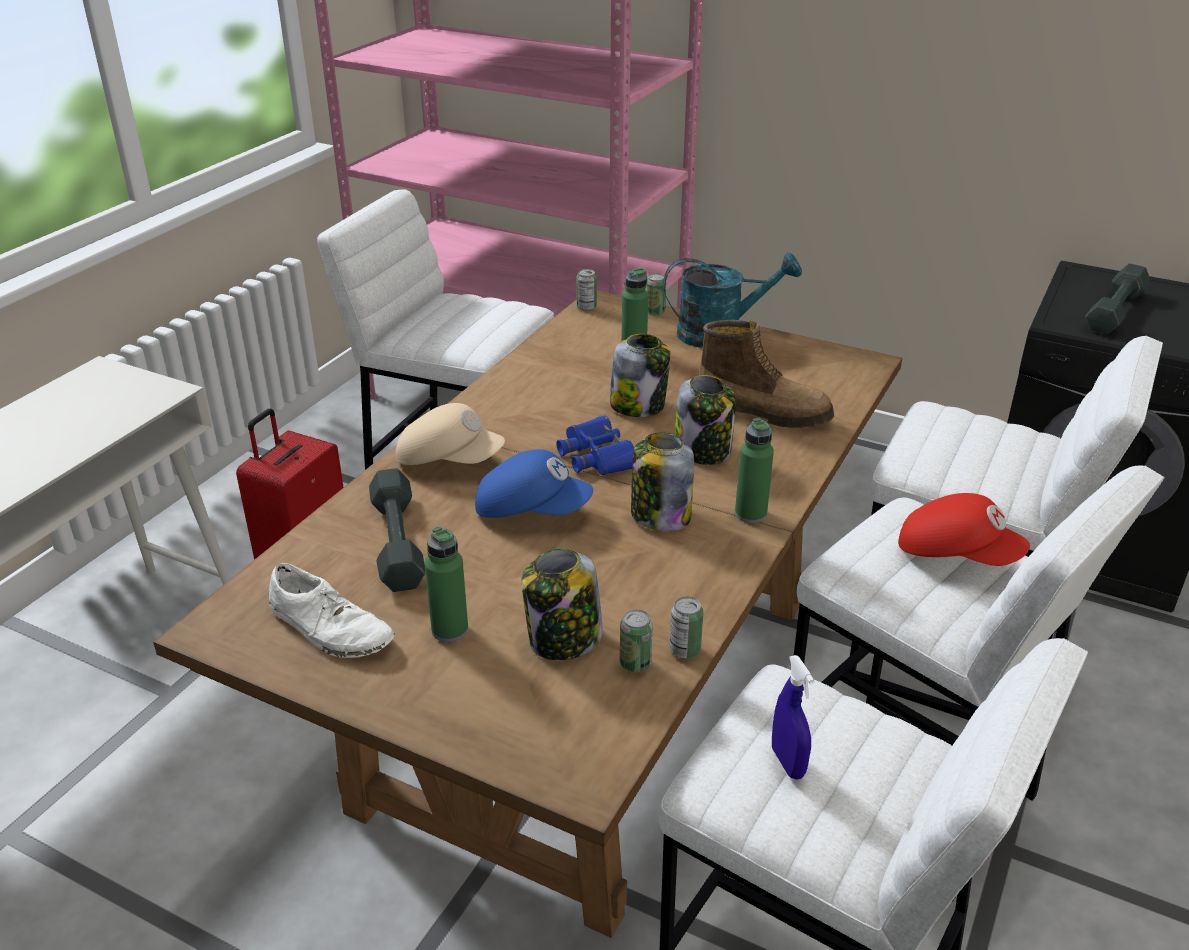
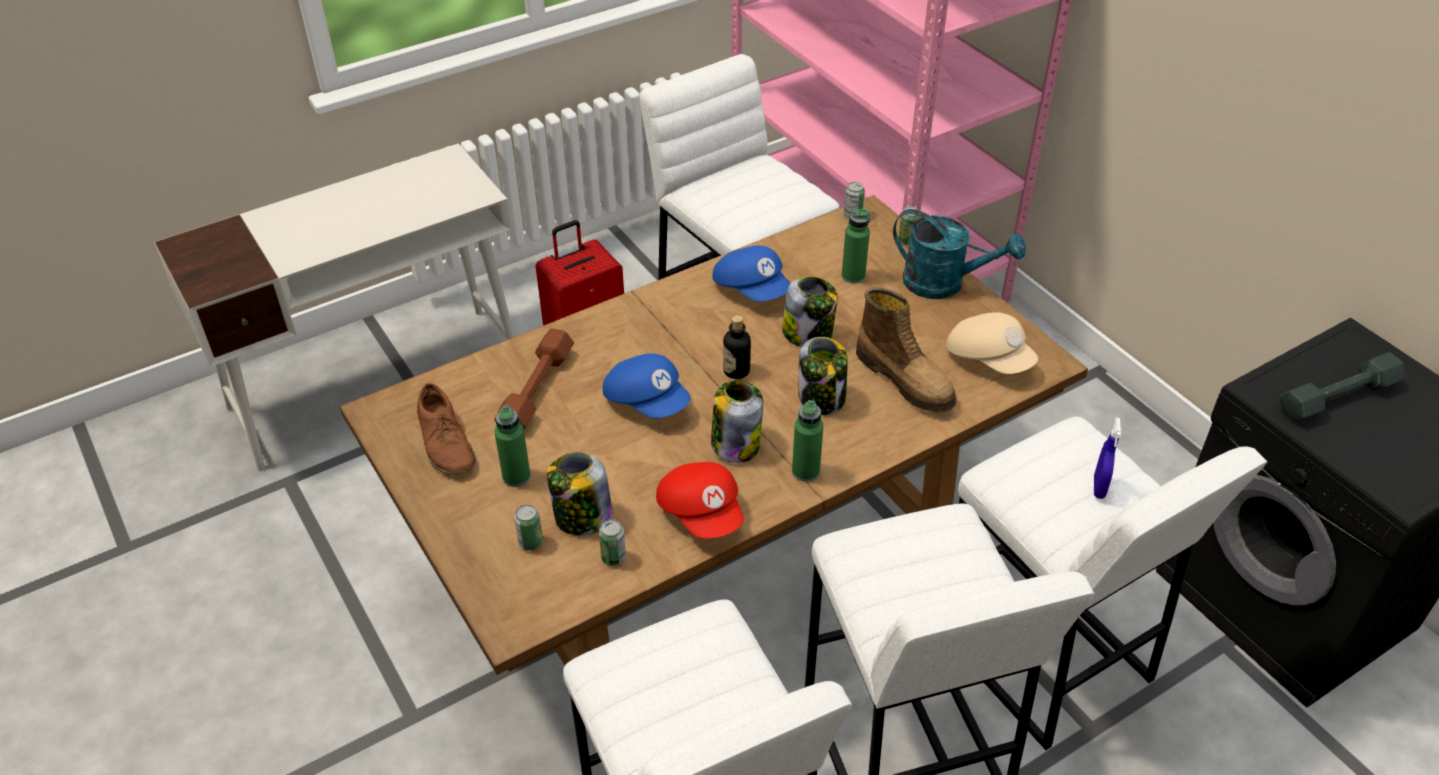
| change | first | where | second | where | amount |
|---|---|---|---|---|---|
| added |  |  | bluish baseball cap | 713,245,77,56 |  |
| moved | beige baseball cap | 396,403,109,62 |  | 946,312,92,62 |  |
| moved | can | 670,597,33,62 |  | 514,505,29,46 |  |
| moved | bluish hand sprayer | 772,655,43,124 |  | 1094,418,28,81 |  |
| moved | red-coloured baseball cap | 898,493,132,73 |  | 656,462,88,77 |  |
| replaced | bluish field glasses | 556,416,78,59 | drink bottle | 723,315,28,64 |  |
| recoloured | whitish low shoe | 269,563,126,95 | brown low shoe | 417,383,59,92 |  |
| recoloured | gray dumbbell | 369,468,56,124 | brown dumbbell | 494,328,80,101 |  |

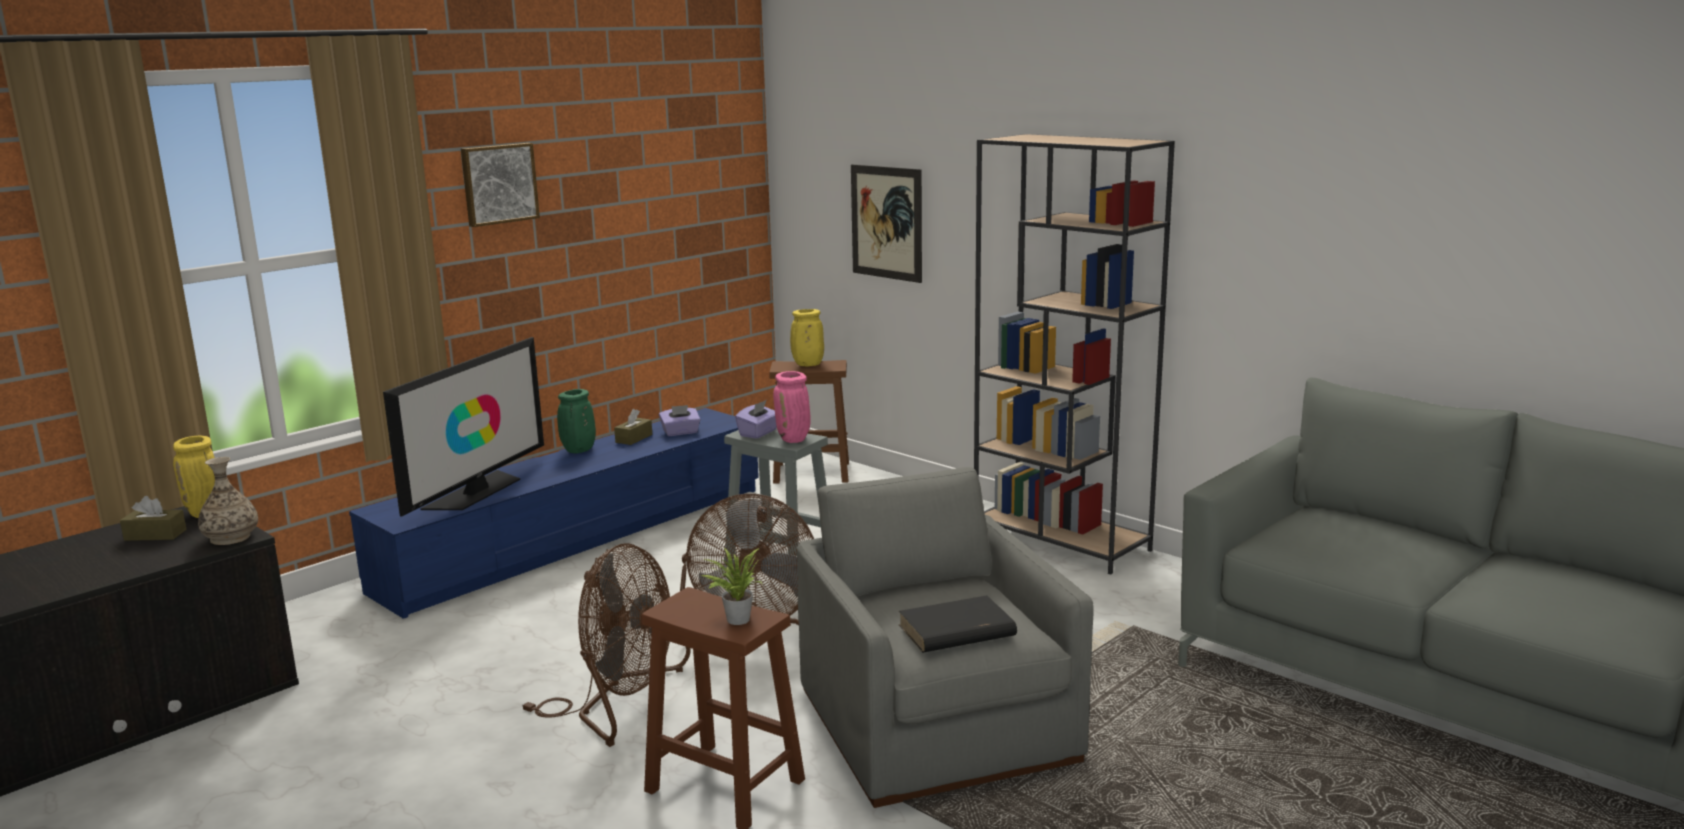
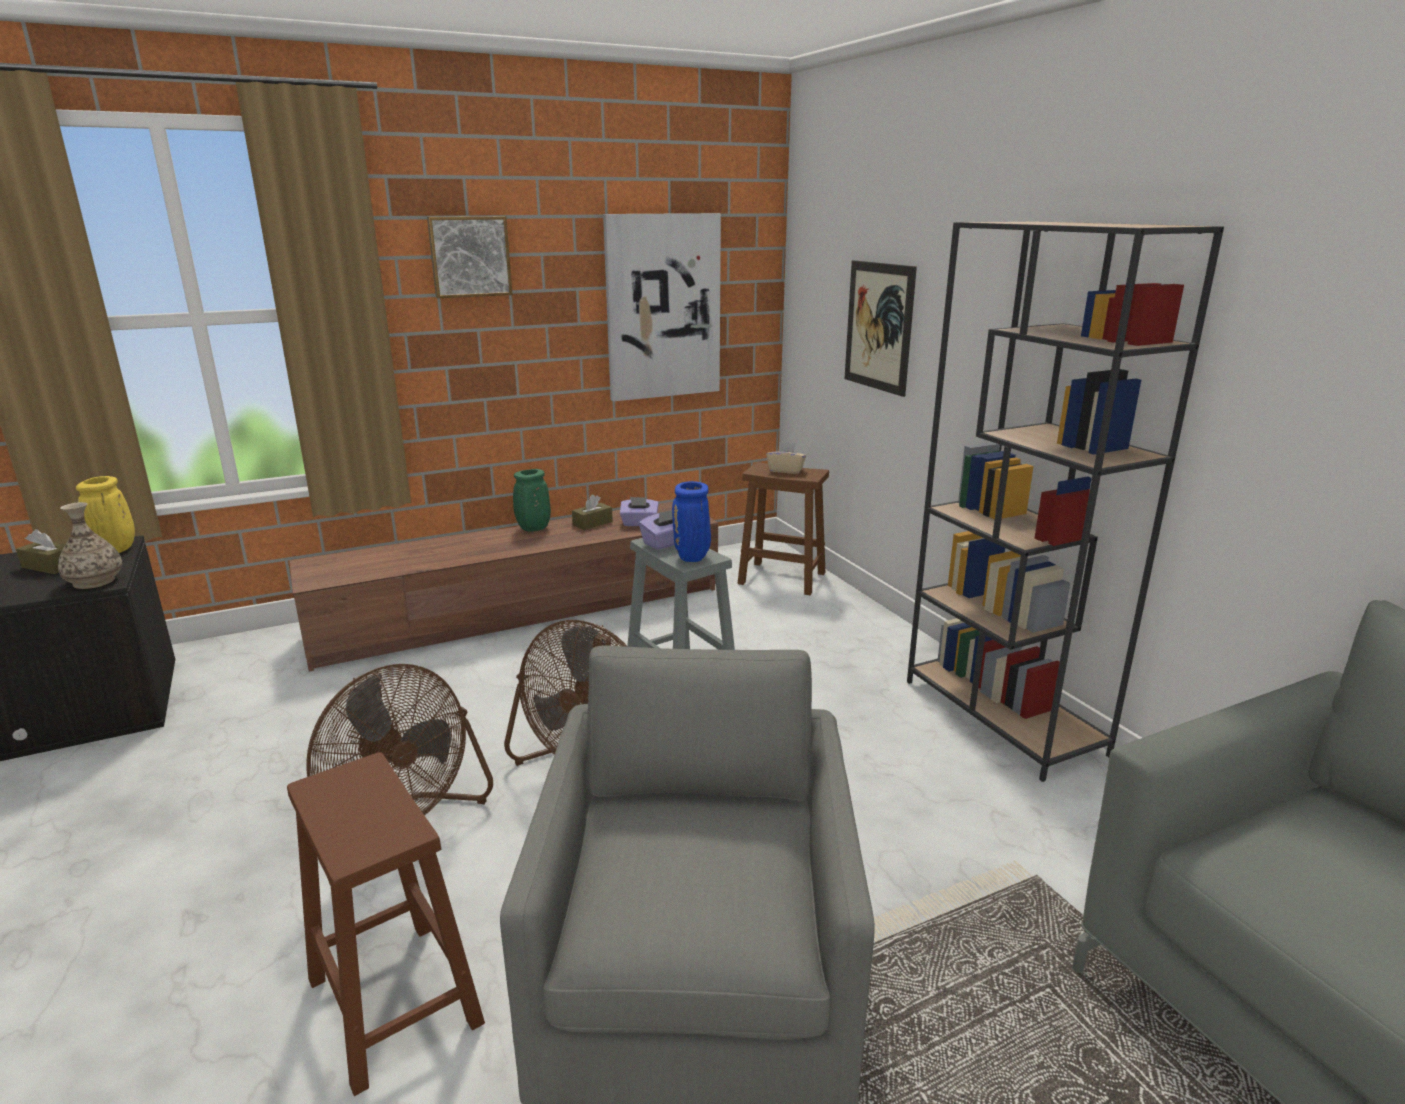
| change | first | where | second | where | amount |
|---|---|---|---|---|---|
| removed | TV | 383,337,161,180 |  |  |  |
| removed | plant in a pot | 702,548,60,77 |  |  |  |
| removed | black-coloured book | 898,595,119,58 |  |  |  |
| added |  |  | wall art | 603,213,118,188 |  |
| replaced | yellow-coloured flower vase | 790,309,34,57 | beige box of tissues | 766,441,40,33 |  |
| recoloured | bluish media console | 349,408,410,211 | brown media console | 289,502,429,170 |  |
| recoloured | pink flower vase | 773,371,38,72 | bluish flower vase | 672,481,39,81 |  |

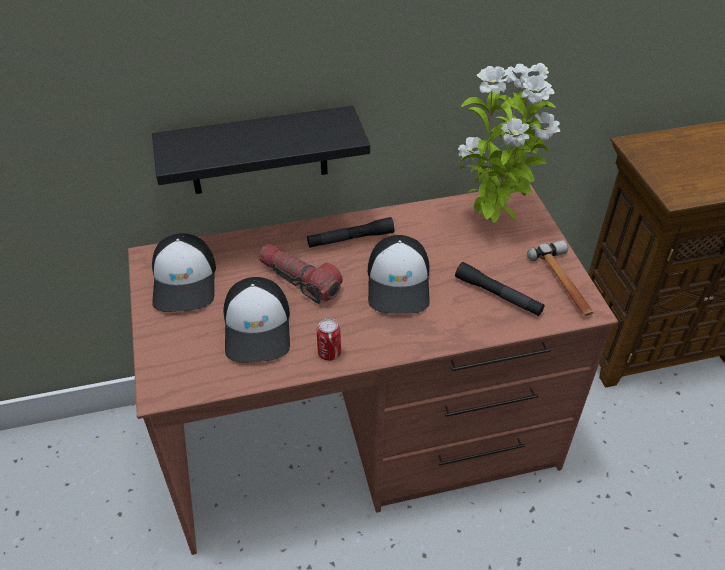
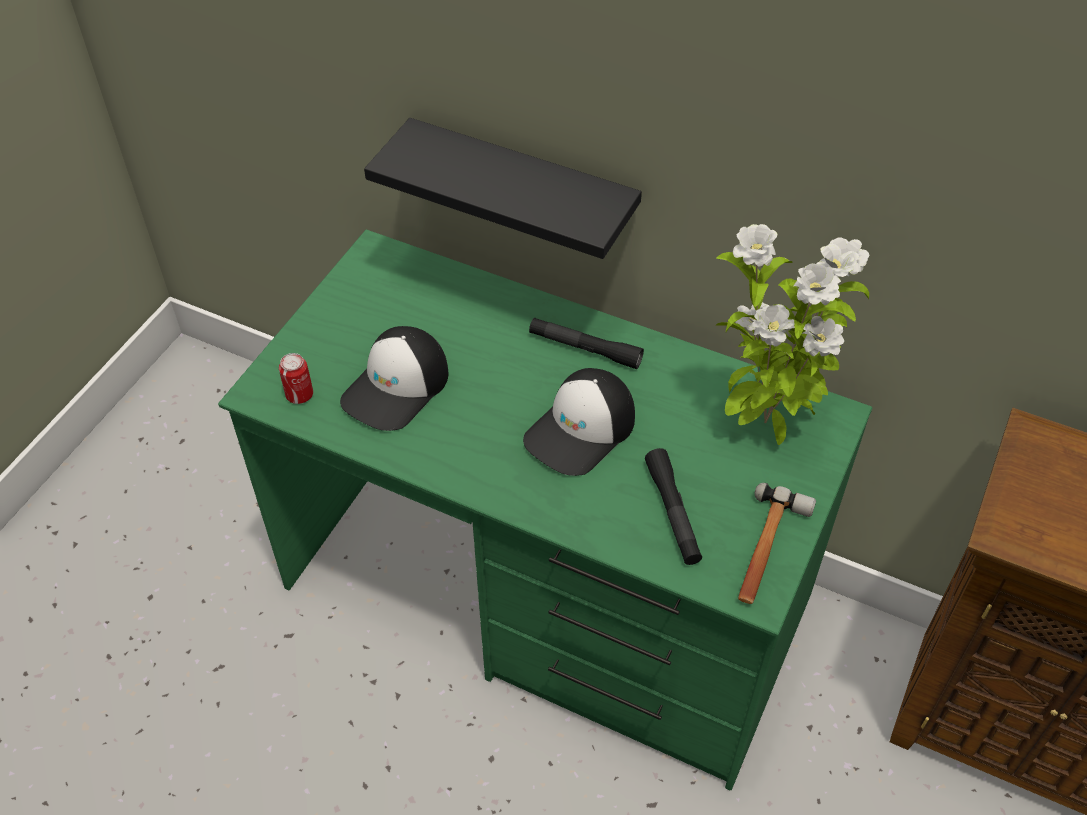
| change | first | where | second | where | amount |
|---|---|---|---|---|---|
| removed | baseball cap | 152,233,64,79 |  |  |  |
| removed | torch | 259,244,84,60 |  |  |  |
| moved | can | 317,318,24,43 |  | 279,353,34,51 |  |
| recoloured | brown desk | 128,184,490,371 | green-coloured desk | 218,229,655,561 |  |

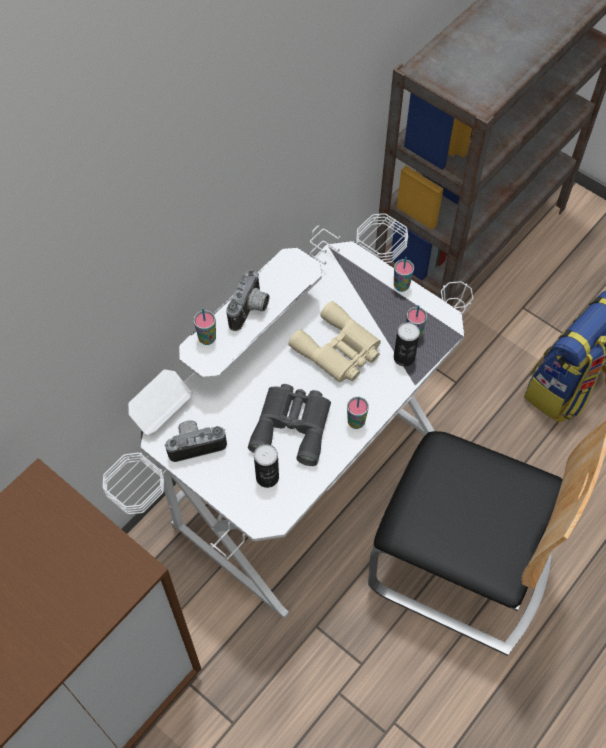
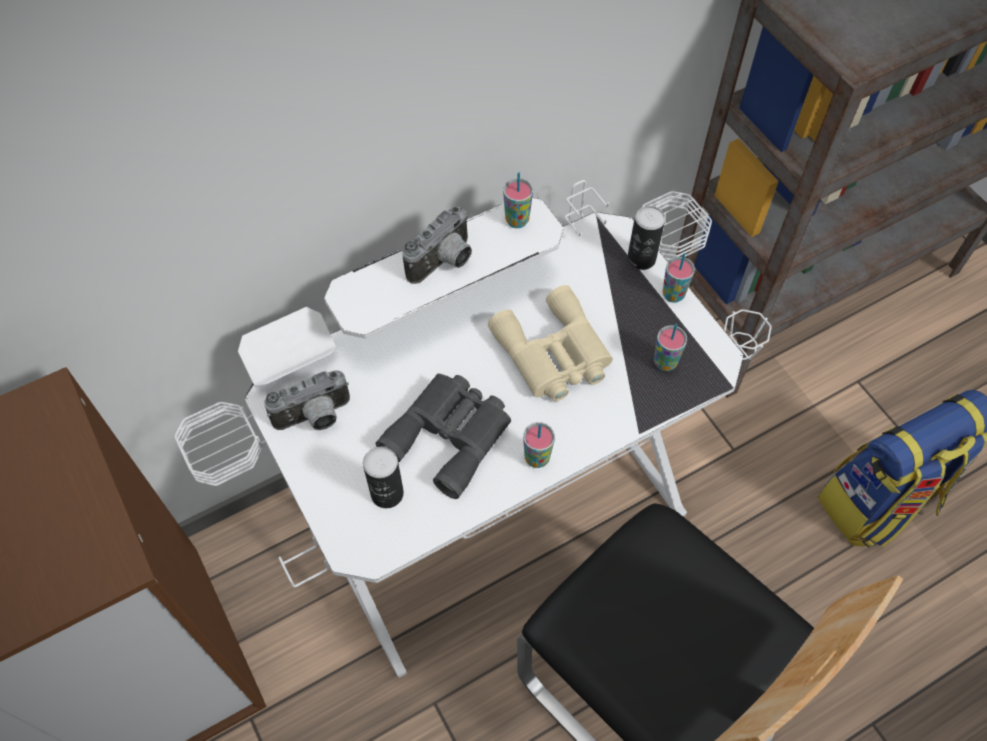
| change | first | where | second | where | amount |
|---|---|---|---|---|---|
| moved | drinking cup | 194,309,22,36 |  | 503,172,30,56 |  |
| moved | can | 394,322,26,45 |  | 627,206,38,64 |  |
| turned | still camera | 165,420,62,42 |  | 264,370,86,60 | 150 degrees clockwise |

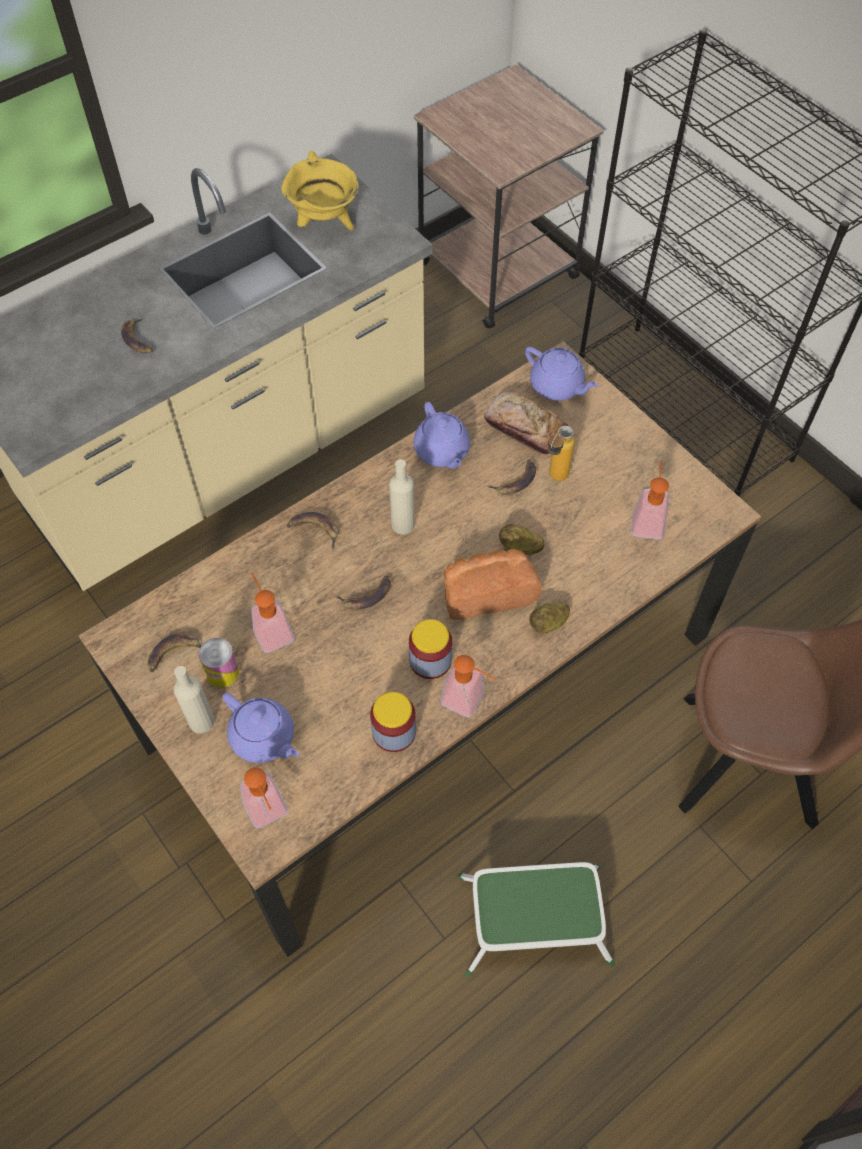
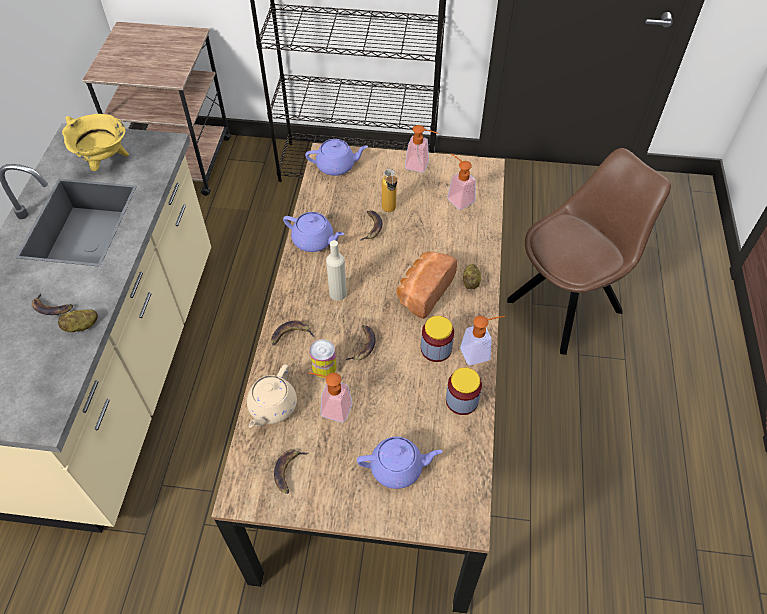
| change | first | where | second | where | amount |
|---|---|---|---|---|---|
| removed | beige drink bottle | 174,666,41,67 |  |  |  |
| removed | green-coloured stepladder | 457,862,158,116 |  |  |  |
| removed | baked bread | 484,392,84,62 |  |  |  |
| added |  |  | beige teapot | 247,364,50,64 |  |
| moved | can | 199,638,40,50 |  | 309,339,28,39 |  |
| moved | liquid soap bottle | 240,767,48,61 |  | 405,125,34,47 |  |
| moved | potato | 499,524,45,31 |  | 58,309,40,23 |  |

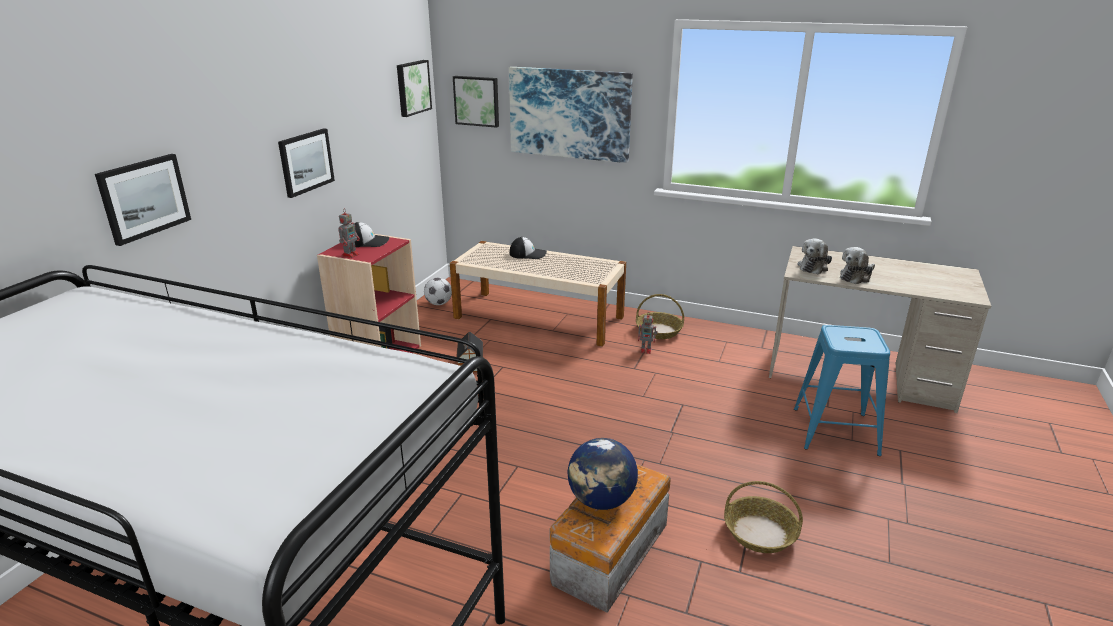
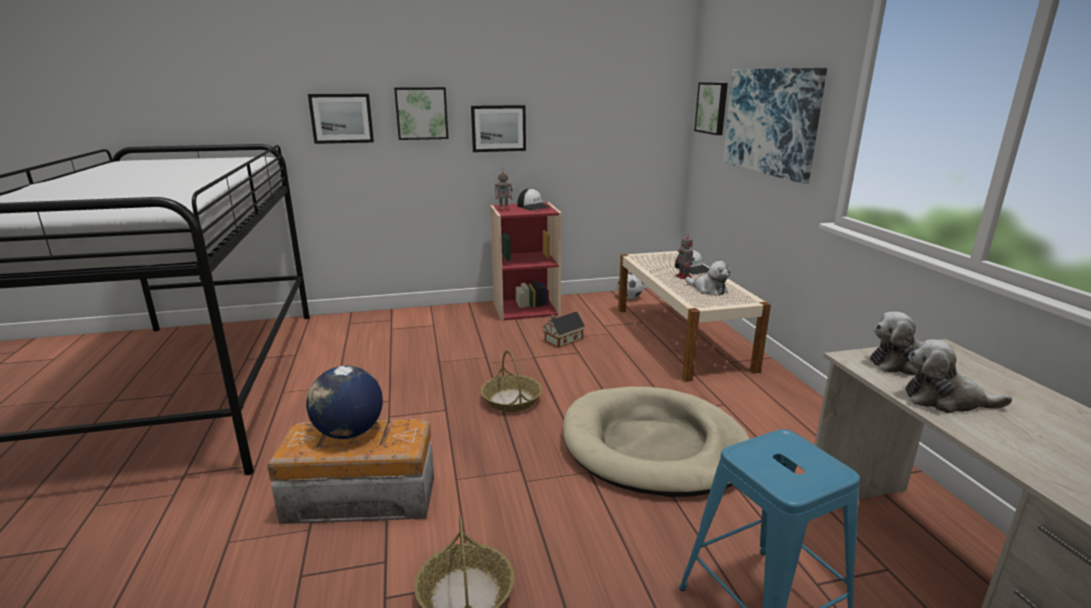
| change | first | where | second | where | amount |
|---|---|---|---|---|---|
| added |  |  | beige dog bed | 563,387,187,110 |  |
| added |  |  | cuddly toy | 686,261,45,35 |  |
| moved | wall art | 397,60,35,57 |  | 394,87,54,53 |  |
| moved | household basket | 636,294,48,45 |  | 481,350,61,62 |  |
| moved | toy robot | 638,312,20,42 |  | 675,233,20,46 |  |

